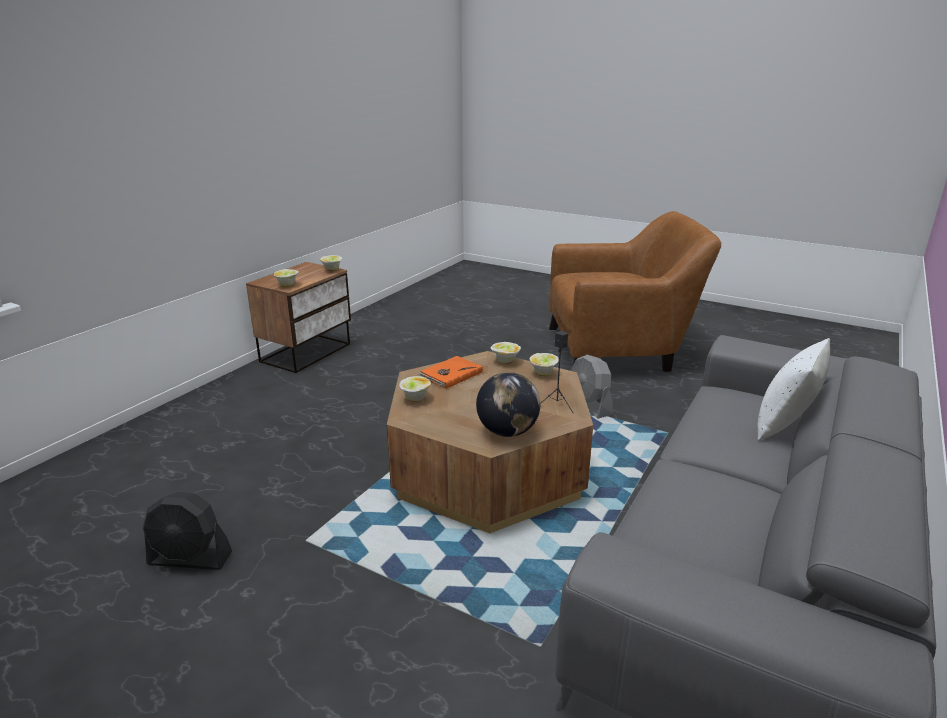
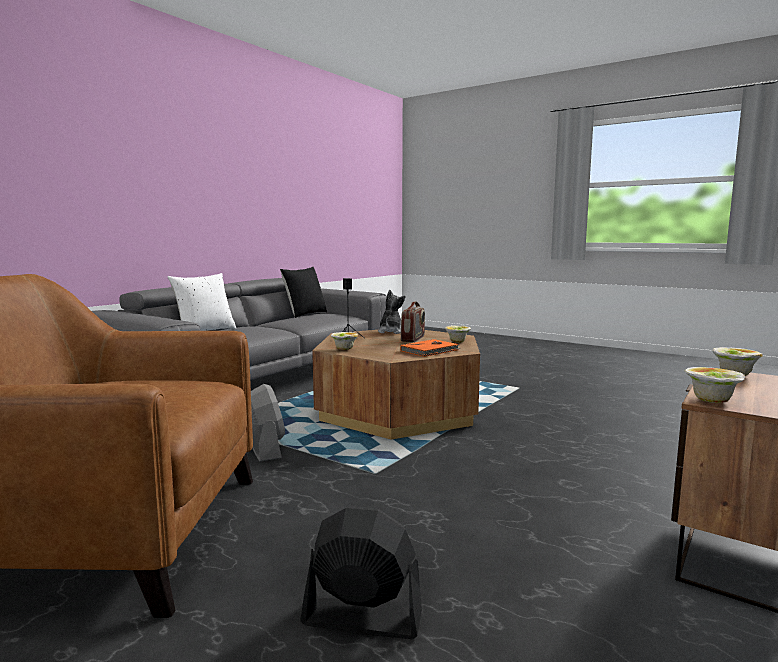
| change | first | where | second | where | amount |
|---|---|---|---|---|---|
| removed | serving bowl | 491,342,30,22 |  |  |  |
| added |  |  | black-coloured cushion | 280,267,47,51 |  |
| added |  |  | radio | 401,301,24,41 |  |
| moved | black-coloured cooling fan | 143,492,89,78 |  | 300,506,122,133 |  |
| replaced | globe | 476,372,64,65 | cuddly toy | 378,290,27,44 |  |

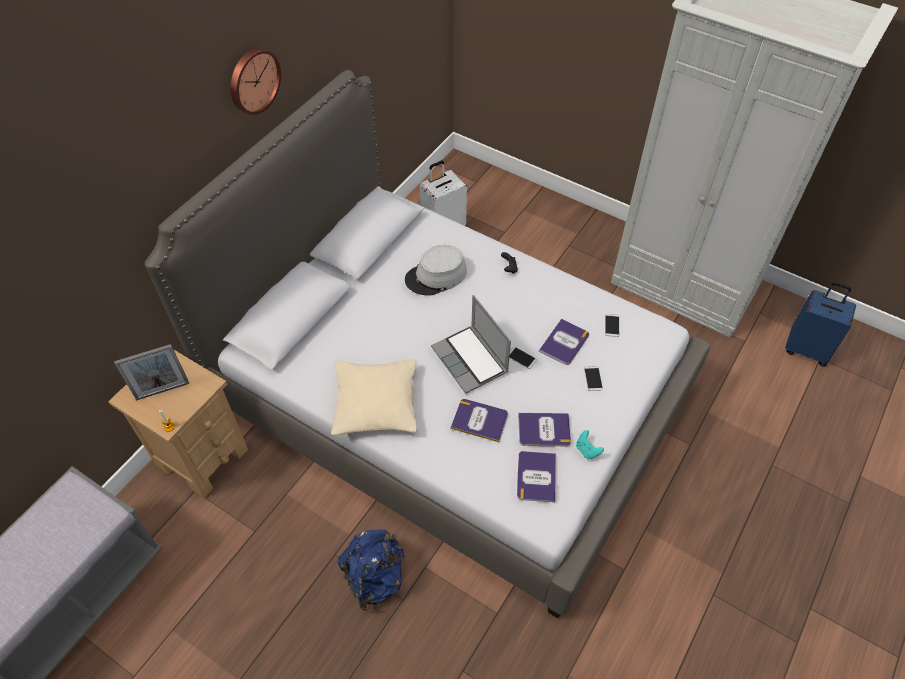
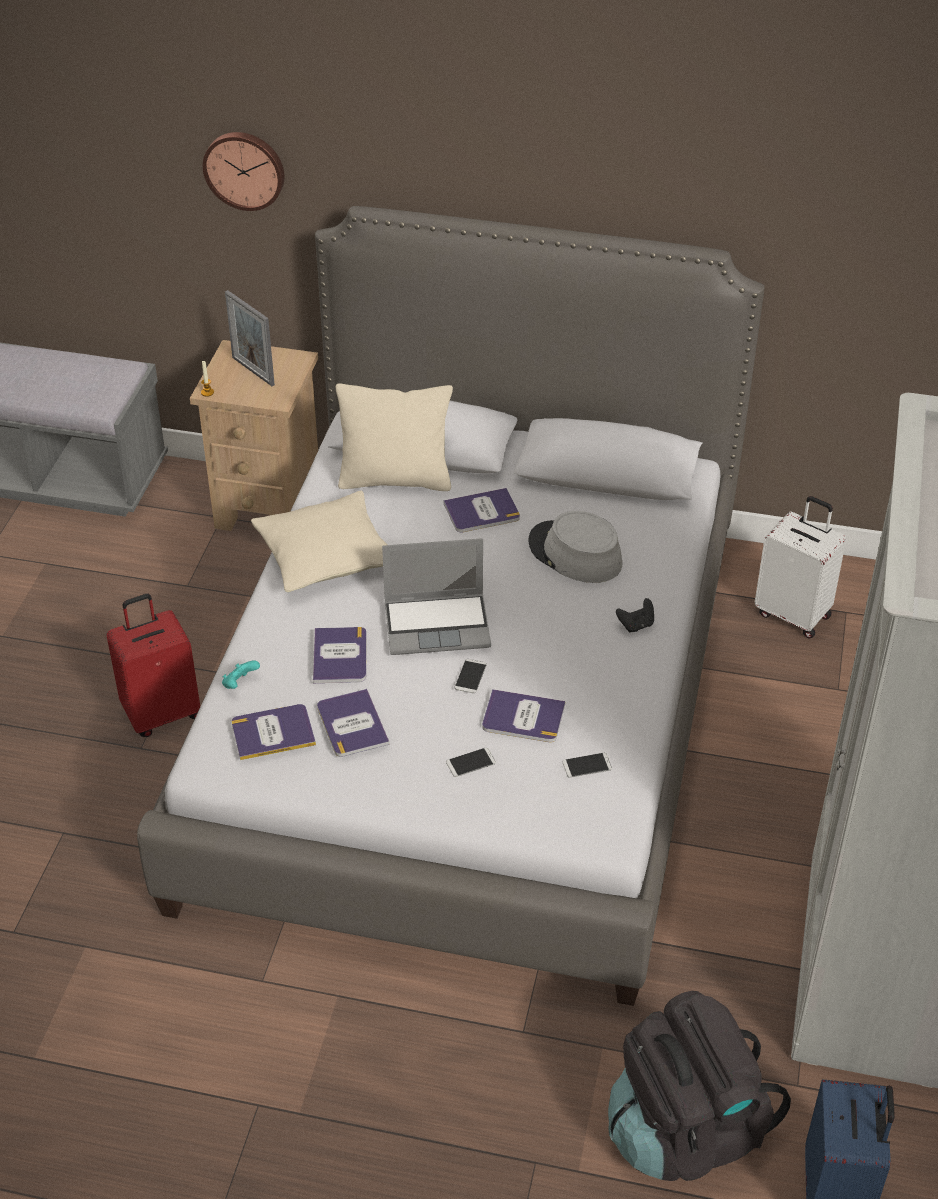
| change | first | where | second | where | amount |
|---|---|---|---|---|---|
| added |  |  | beige cushion | 336,383,117,108 |  |
| added |  |  | book | 444,488,76,44 |  |
| added |  |  | black-coloured knapsack | 608,991,183,190 |  |
| moved | clock on the wall | 230,48,51,67 |  | 203,132,81,79 |  |
| moved | turquoise gamepad | 576,430,28,29 |  | 222,660,38,29 |  |
| replaced | bluish knapsack | 337,530,68,81 | red-coloured suitcase | 106,594,94,143 |  |
| turned | notebook computer | 431,295,80,99 |  | 382,538,109,117 | 135 degrees counterclockwise |

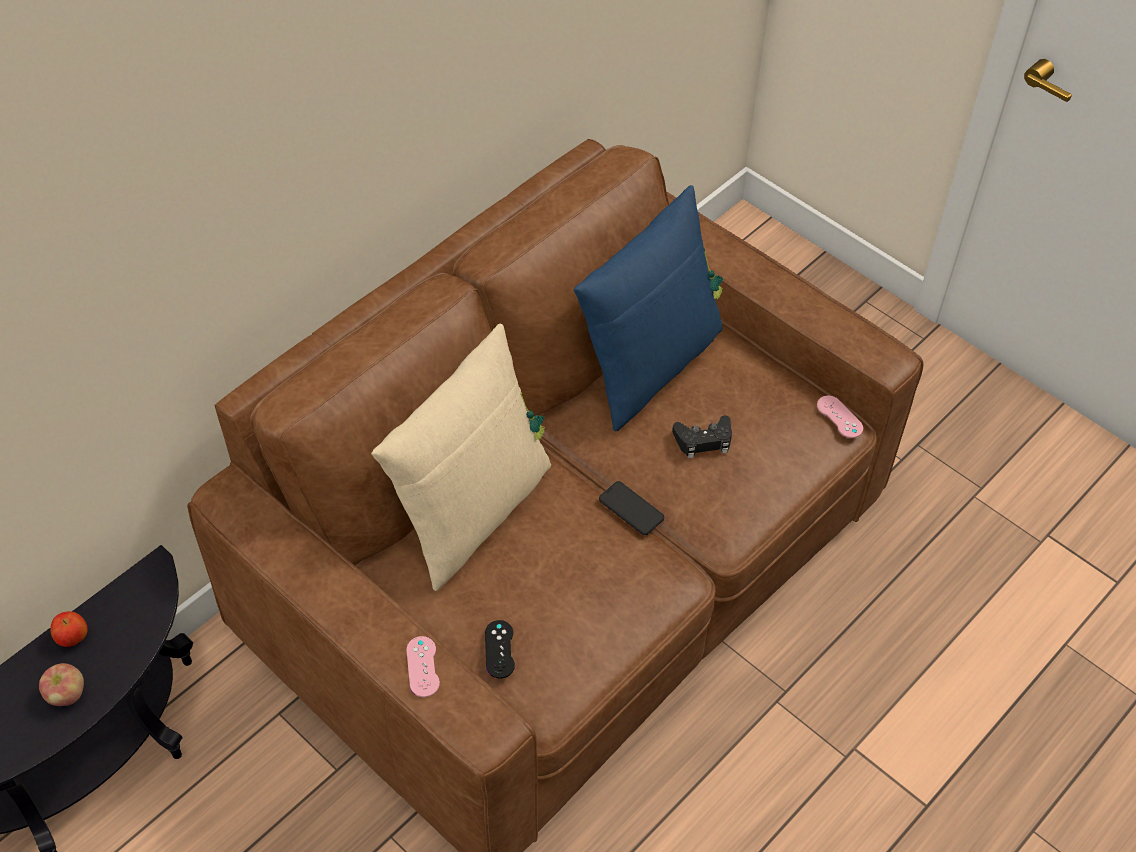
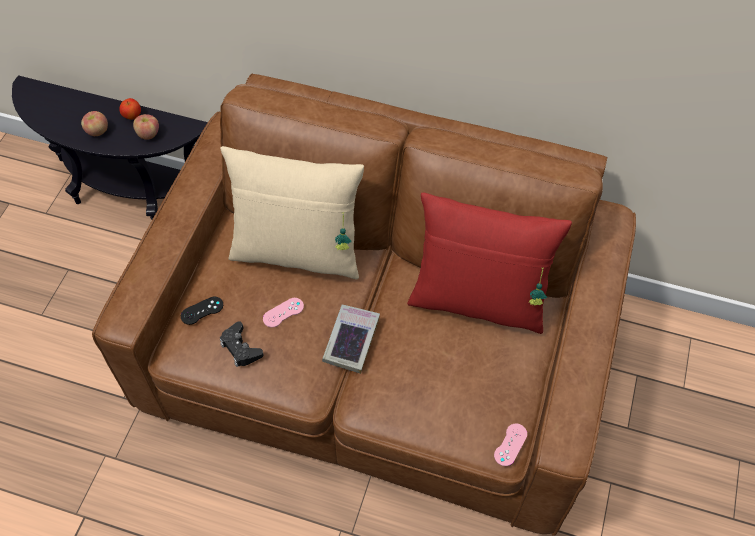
| change | first | where | second | where | amount |
|---|---|---|---|---|---|
| added |  |  | apple fruit | 133,114,26,26 |  |
| moved | pink gamepad | 406,636,34,61 |  | 263,298,41,30 |  |
| moved | black-coloured gamepad | 672,415,60,43 |  | 220,321,43,46 |  |
| replaced | phone | 599,481,65,54 | book | 322,305,58,69 |  |
| recoloured | bluish cushion | 574,185,149,246 | red-coloured cushion | 407,192,165,142 |  |

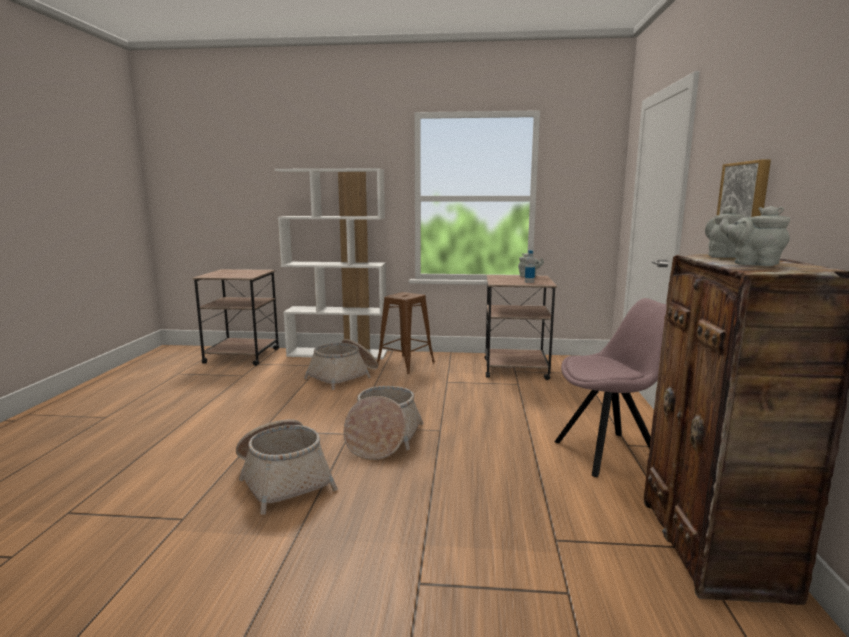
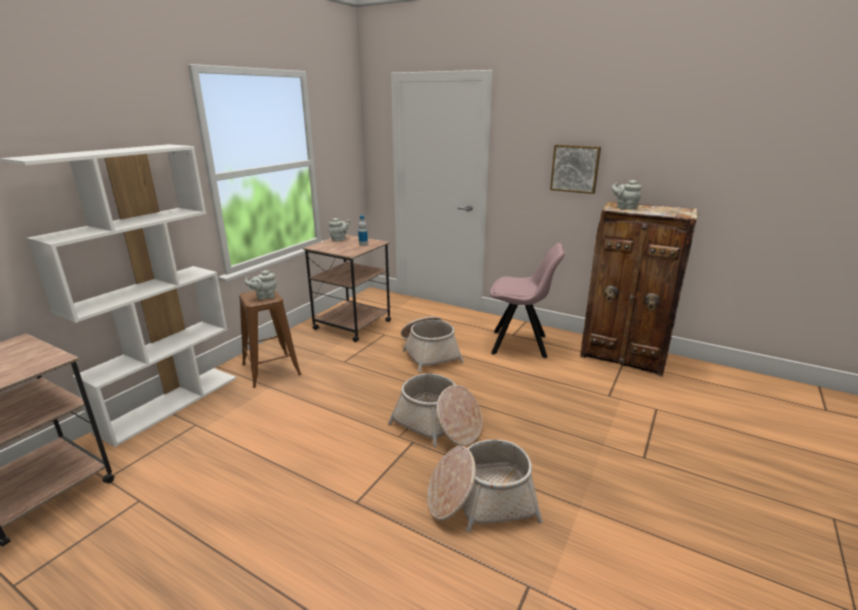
| change | first | where | second | where | amount |
|---|---|---|---|---|---|
| moved | household basket | 304,339,74,51 |  | 401,316,63,56 |  |
| moved | gray teapot | 719,206,71,60 |  | 244,270,33,30 |  |
| turned | pink plain chair | 554,298,113,179 |  | 490,243,75,115 | 90 degrees clockwise |

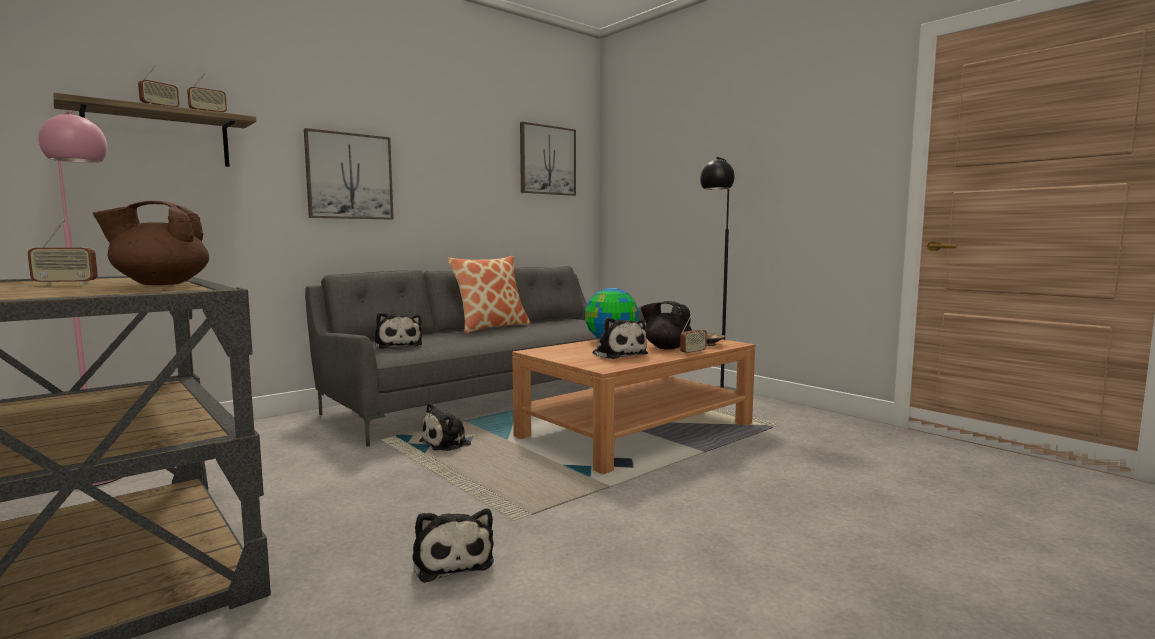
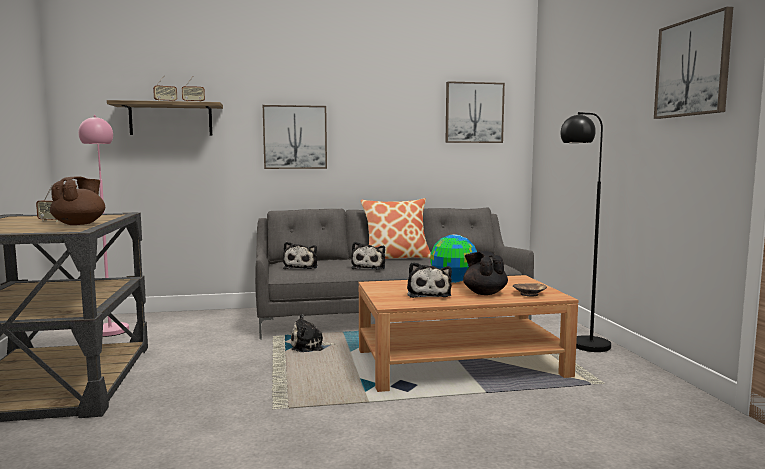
| change | first | where | second | where | amount |
|---|---|---|---|---|---|
| removed | radio | 680,314,27,41 |  |  |  |
| added |  |  | wall art | 654,7,79,112 |  |
| moved | cuddly toy | 412,508,82,75 |  | 351,242,34,27 |  |
| turned | brown teapot | 93,201,116,84 |  | 50,177,55,48 | 90 degrees clockwise |

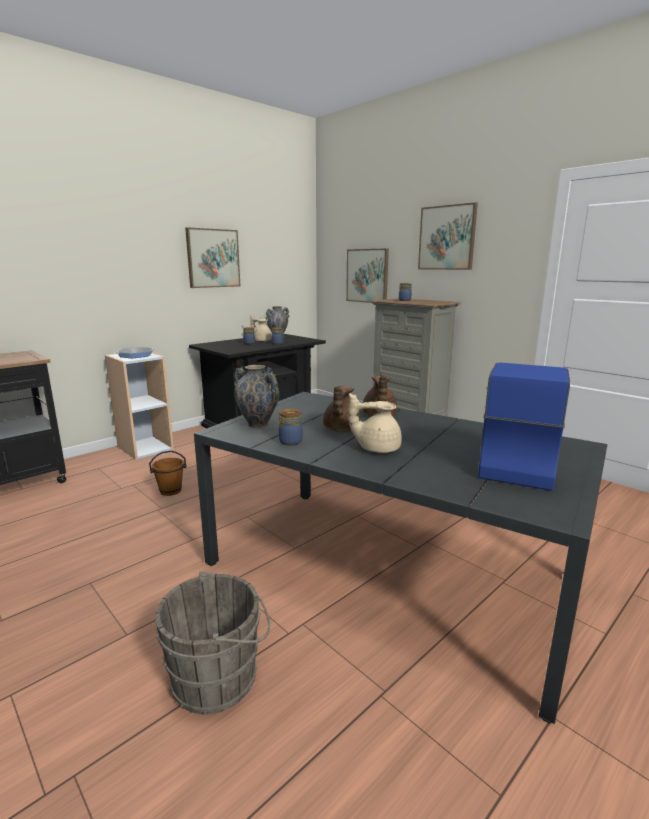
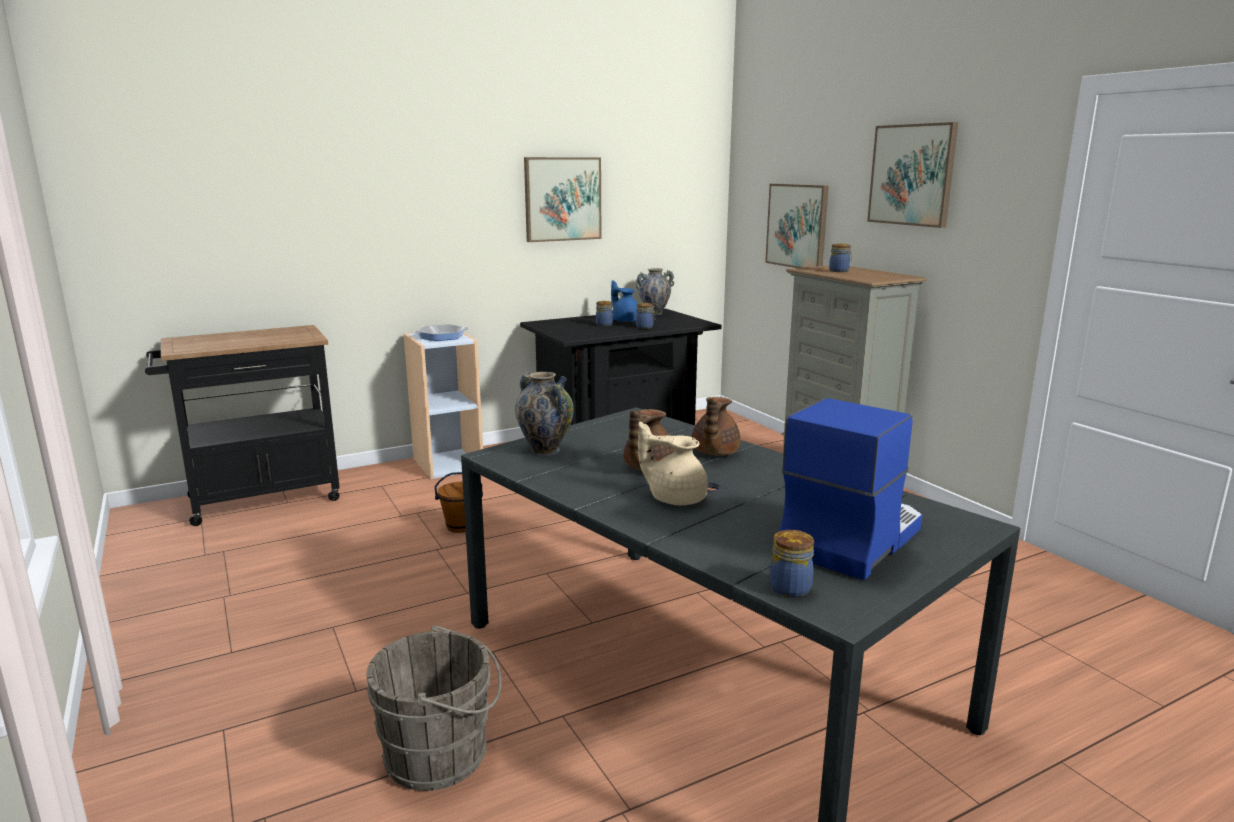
| change | first | where | second | where | amount |
|---|---|---|---|---|---|
| moved | jar | 279,409,24,36 |  | 770,530,44,68 |  |
| recoloured | beige teapot | 250,314,22,28 | bluish teapot | 611,280,27,42 |  |

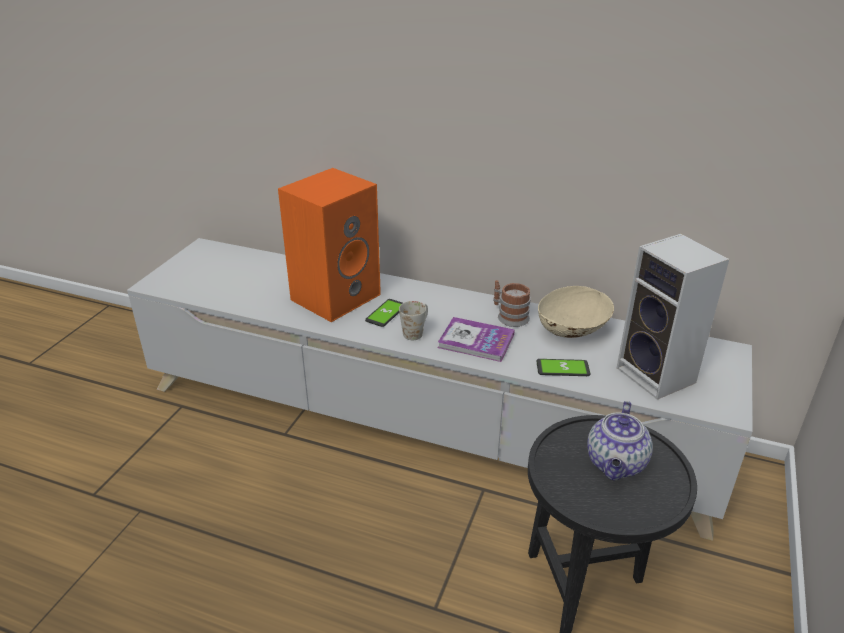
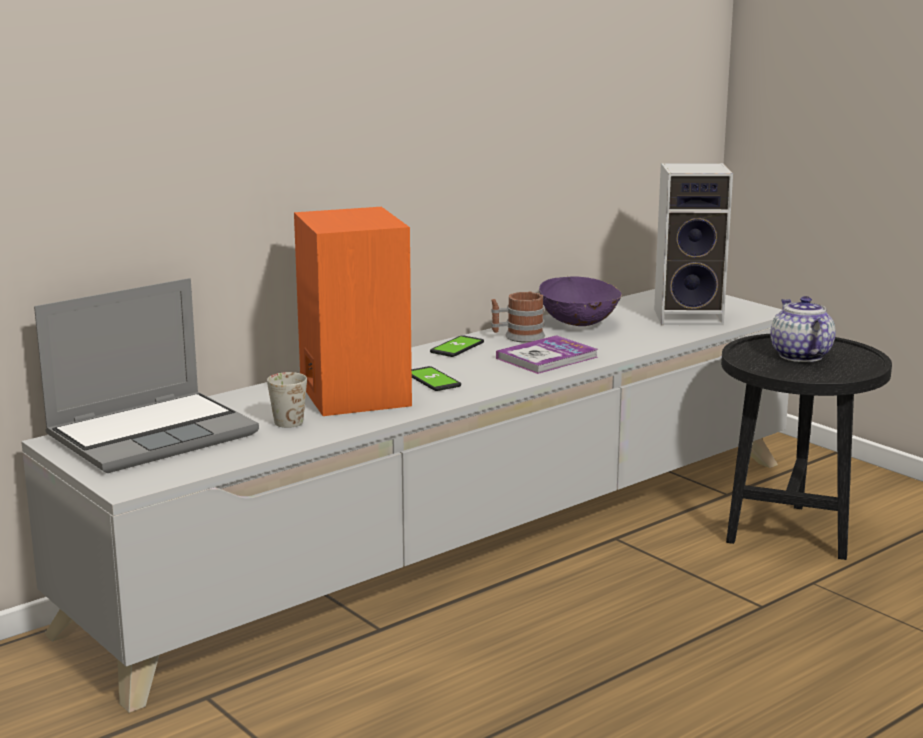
| change | first | where | second | where | amount |
|---|---|---|---|---|---|
| added |  |  | notebook computer | 34,278,225,195 |  |
| moved | whitish coffee mug | 399,301,29,39 |  | 267,372,40,56 |  |
| moved | phone | 536,359,54,17 |  | 430,335,54,22 |  |
| recoloured | beige serving bowl | 538,286,76,52 | purple serving bowl | 539,276,83,50 |  |
| turned | teapot | 587,401,66,79 |  | 770,296,66,66 | 150 degrees counterclockwise |

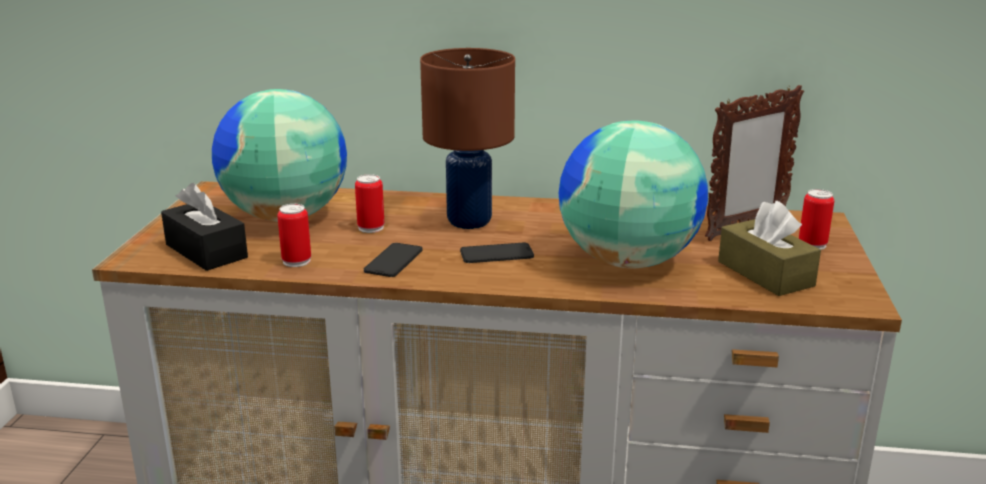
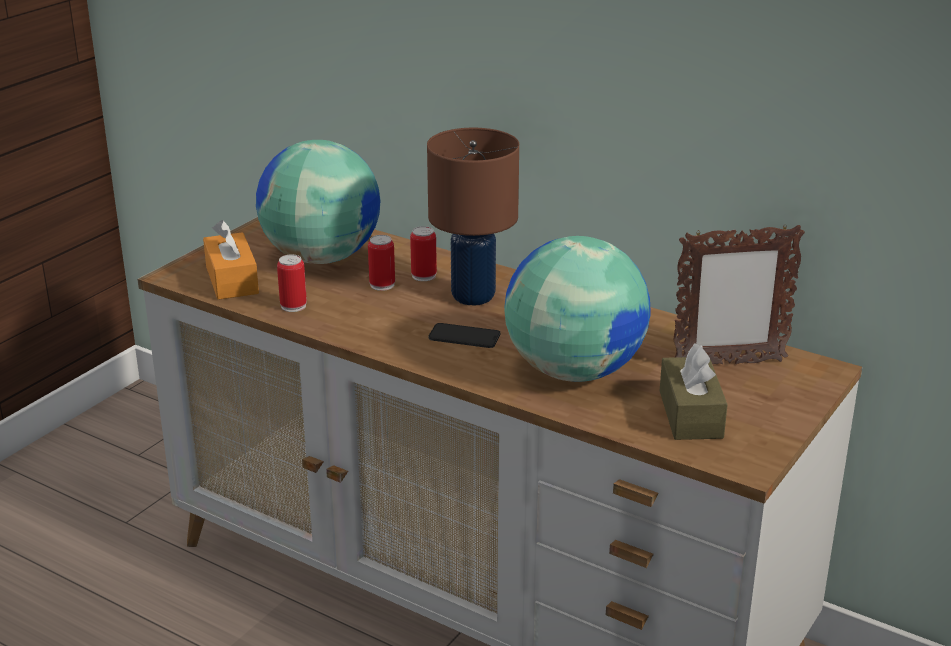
| change | first | where | second | where | amount |
|---|---|---|---|---|---|
| removed | phone | 364,243,59,34 |  |  |  |
| moved | can | 799,189,35,61 |  | 410,226,27,55 |  |
| recoloured | black-coloured box of tissues | 161,183,87,88 | orange box of tissues | 203,220,56,80 |  |

